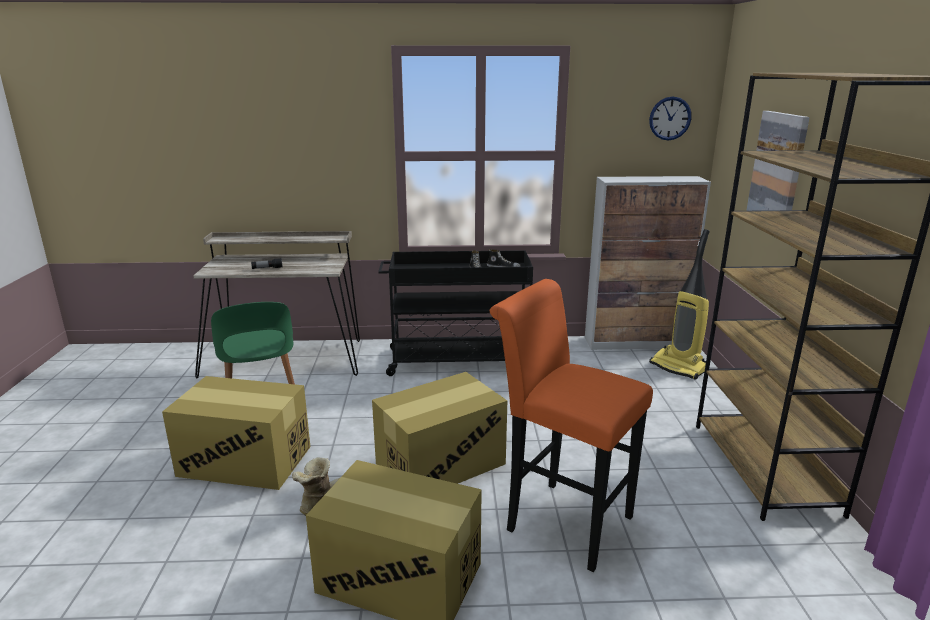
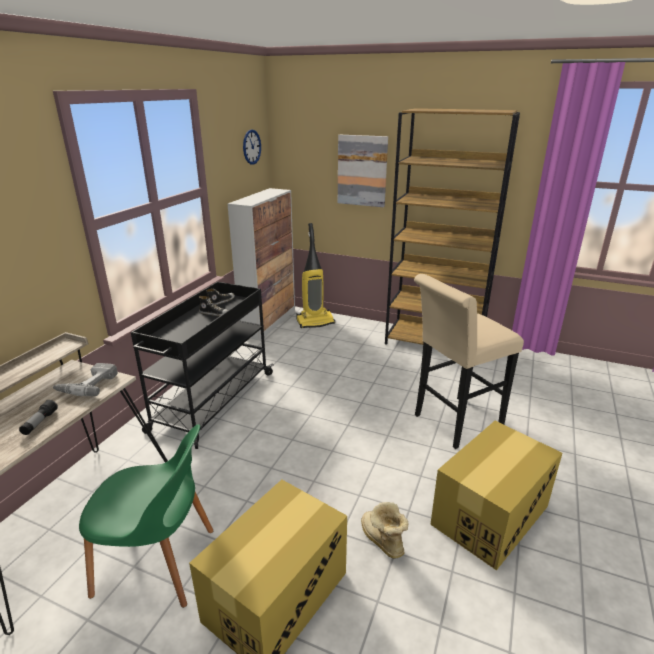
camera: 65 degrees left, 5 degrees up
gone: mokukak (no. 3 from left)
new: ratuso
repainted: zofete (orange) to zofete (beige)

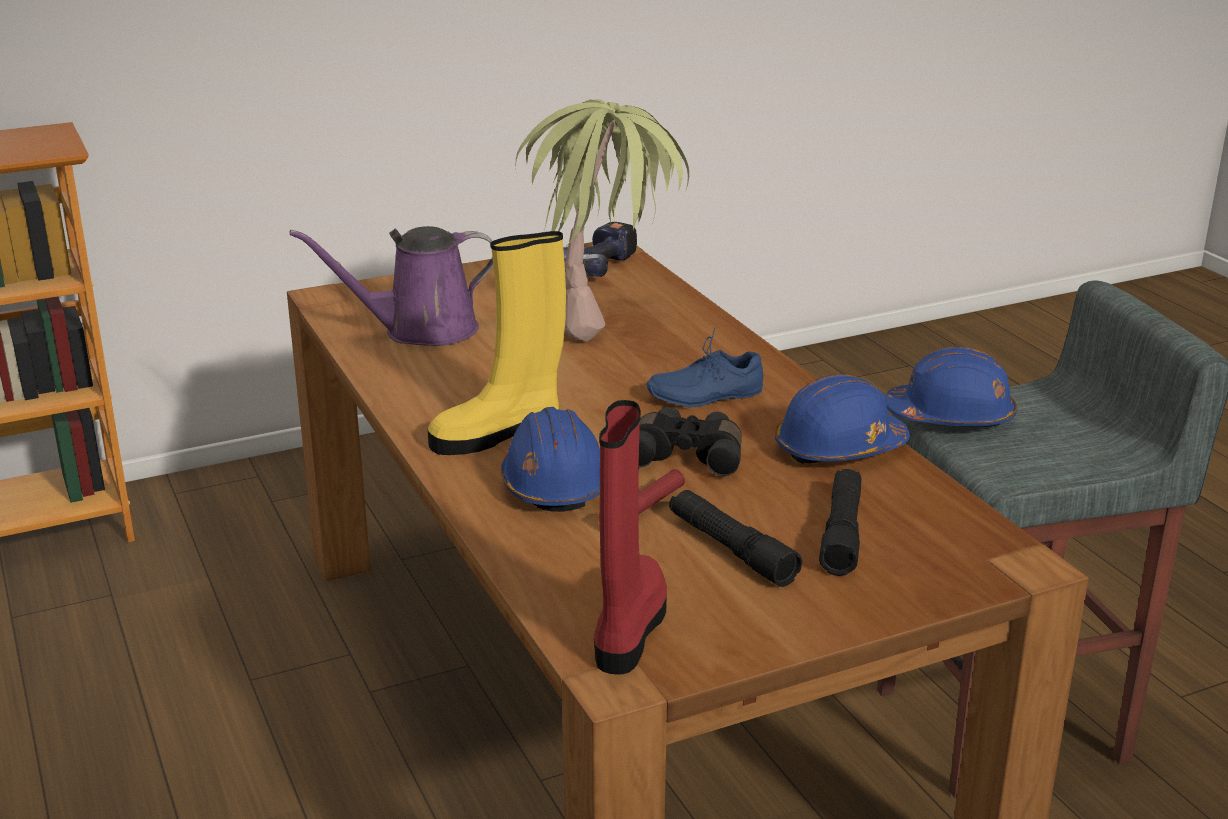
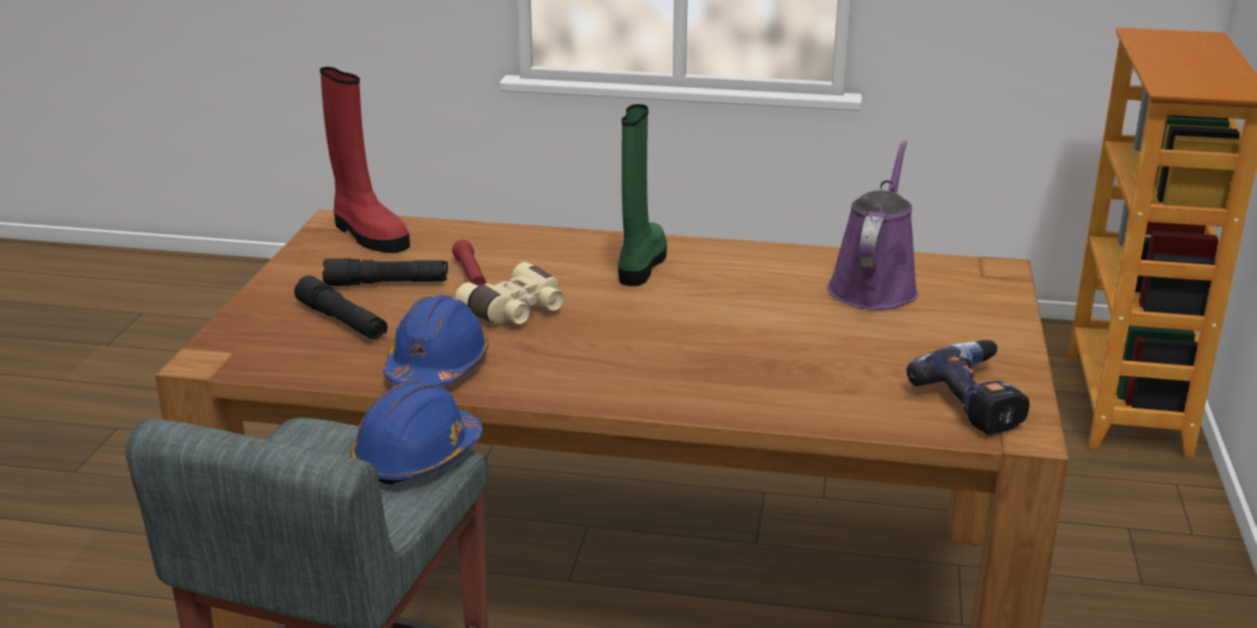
camera: 125 degrees right, 0 degrees up
gone: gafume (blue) (no. 1 from left); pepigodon; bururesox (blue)
repainted: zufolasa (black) to zufolasa (beige); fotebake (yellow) to fotebake (green)

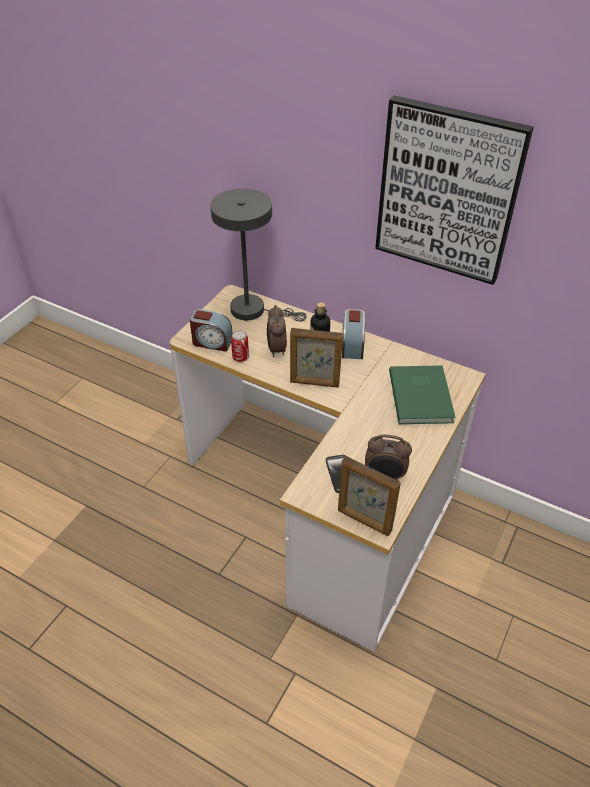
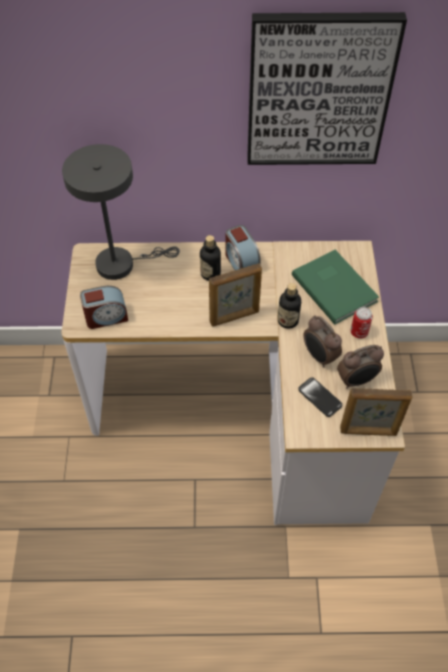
camera: 30 degrees left, 10 degrees up
new: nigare (no. 2 from left)
shifted: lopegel (no. 2 from left in the first image) to lopegel (no. 3 from left); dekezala

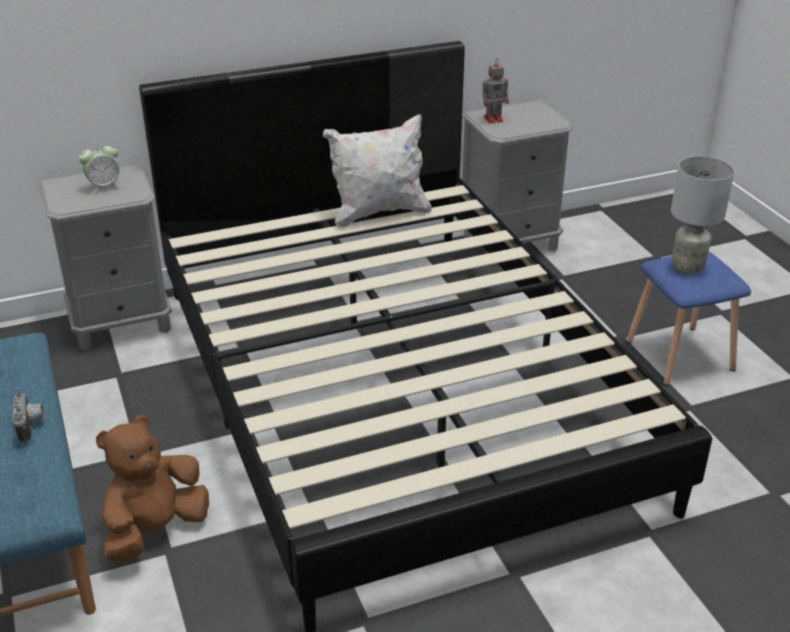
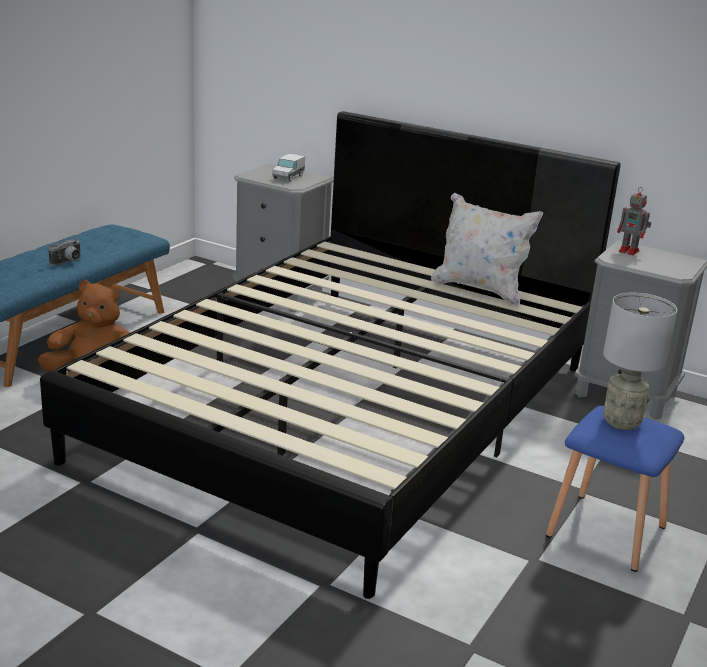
camera: 50 degrees right, 10 degrees down
swapped: lopegel to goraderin

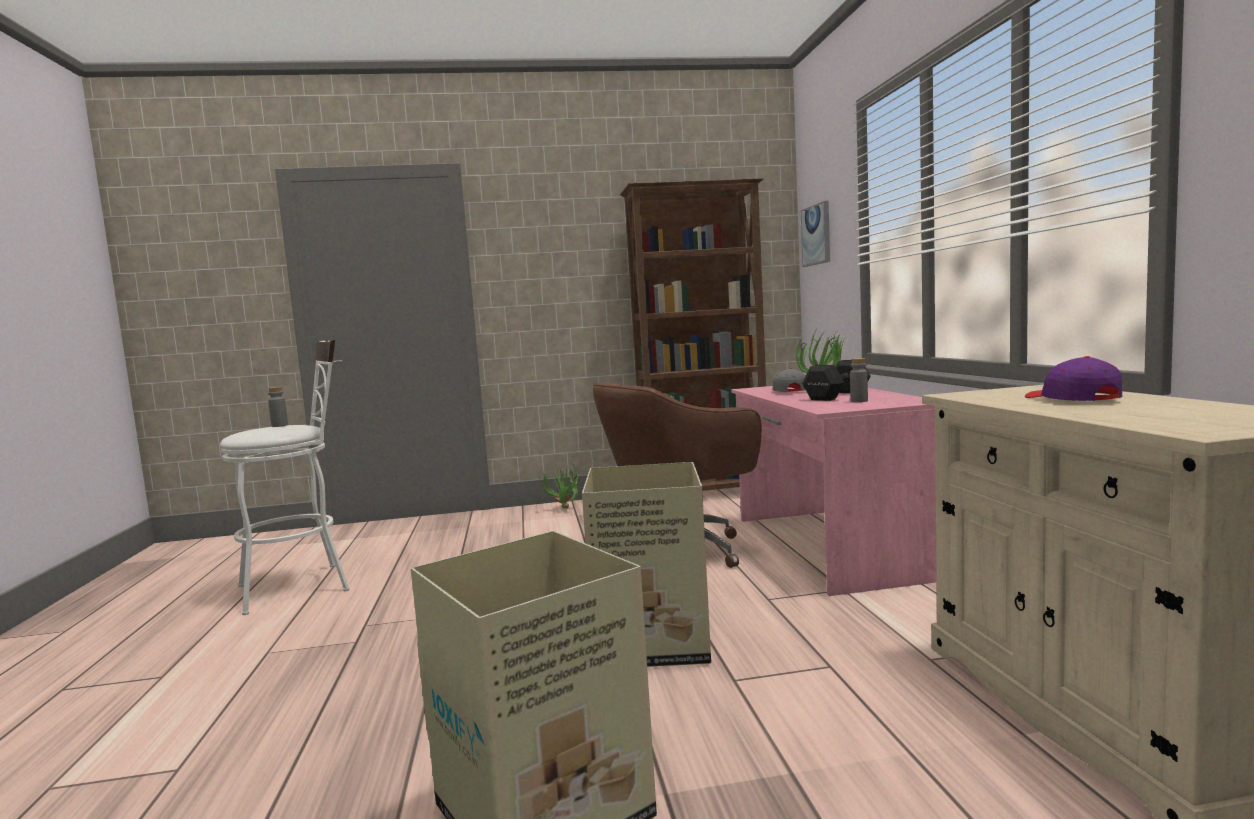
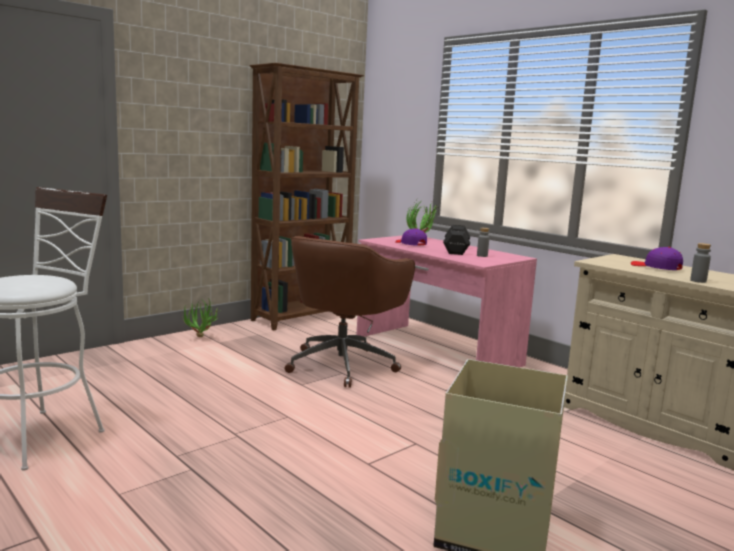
camera: 35 degrees left, 5 degrees up
gone: mokukak (no. 2 from left); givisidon
shifted: nigare (grey) (no. 1 from left in the first image) to nigare (grey) (no. 2 from left)
repainted: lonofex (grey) to lonofex (purple) (no. 1 from left)

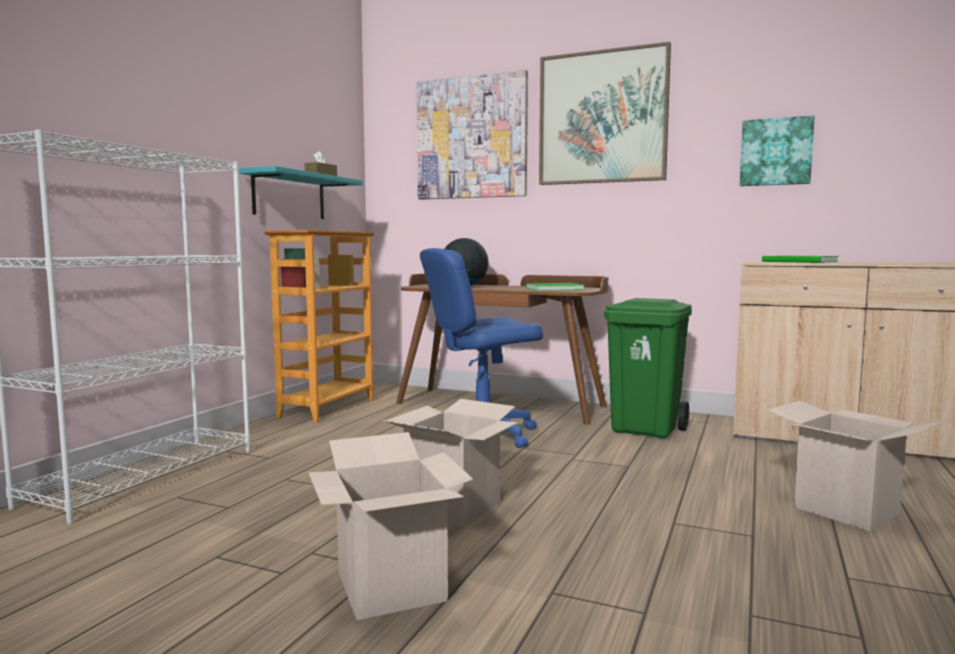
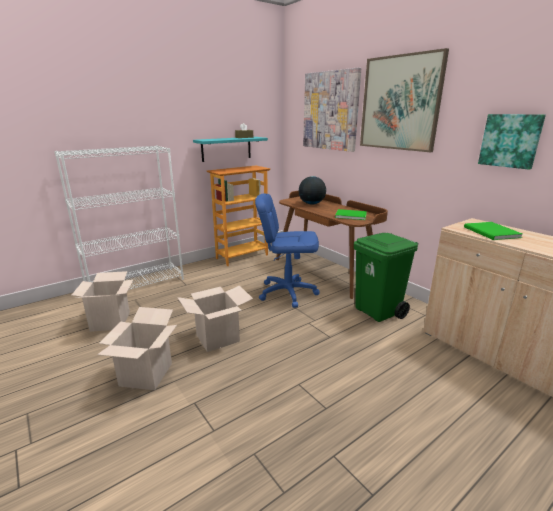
camera: 30 degrees right, 15 degrees up
shifted: mokukak (no. 3 from left in the first image) to mokukak (no. 1 from left)

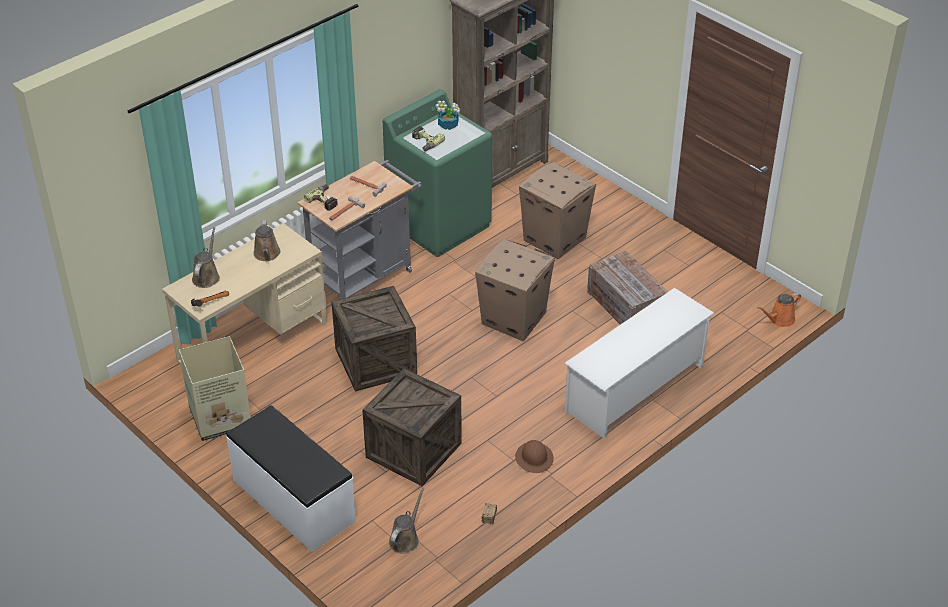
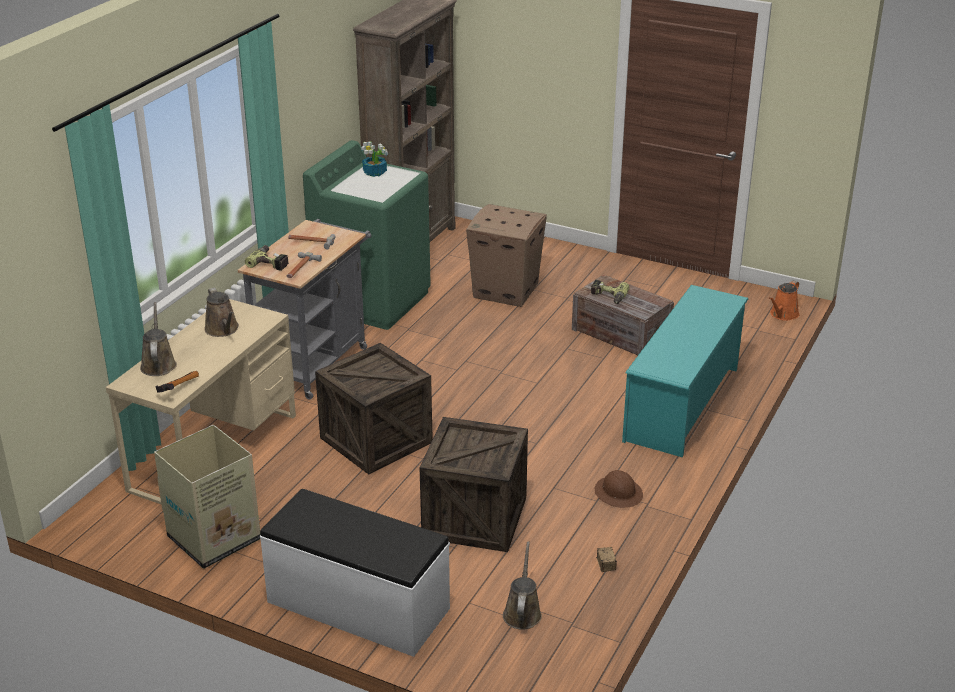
camera: 20 degrees left, 10 degrees down
gone: mokukak (no. 2 from left)
shifted: ratuso (no. 2 from left)
repainted: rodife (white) to rodife (turquoise)

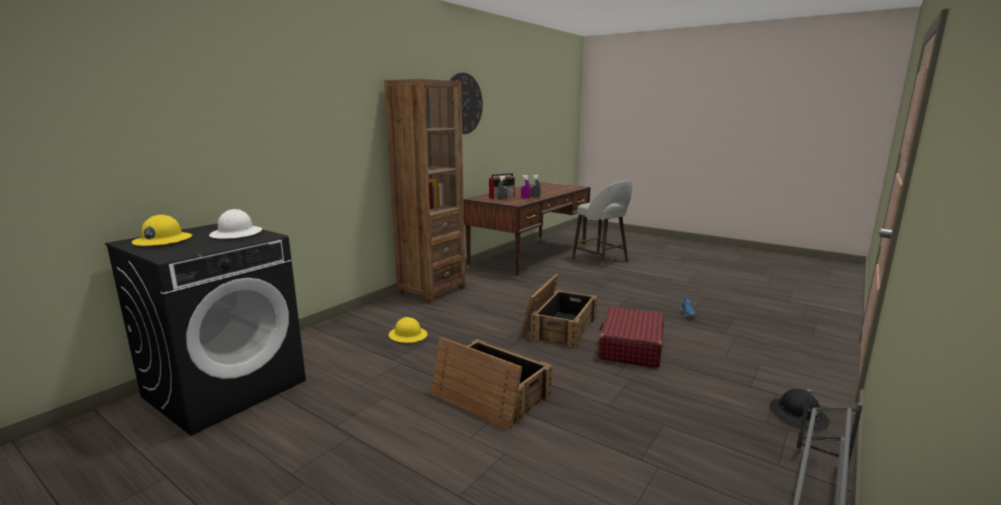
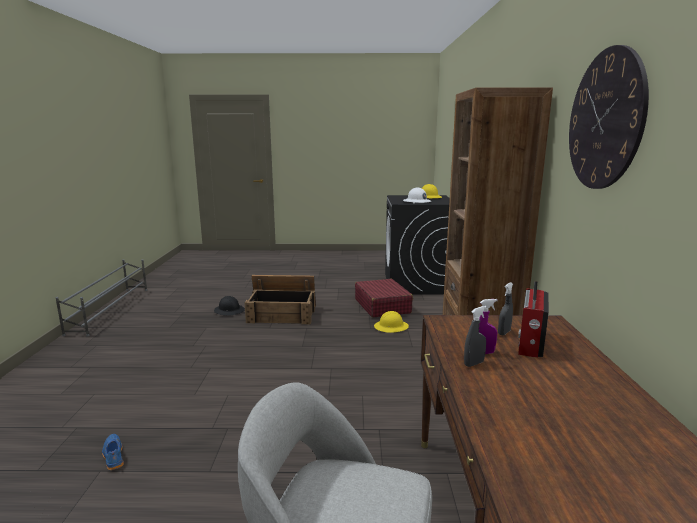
camera: 145 degrees right, 0 degrees up
gone: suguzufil (no. 2 from left)
shifted: gafume (black); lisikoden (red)

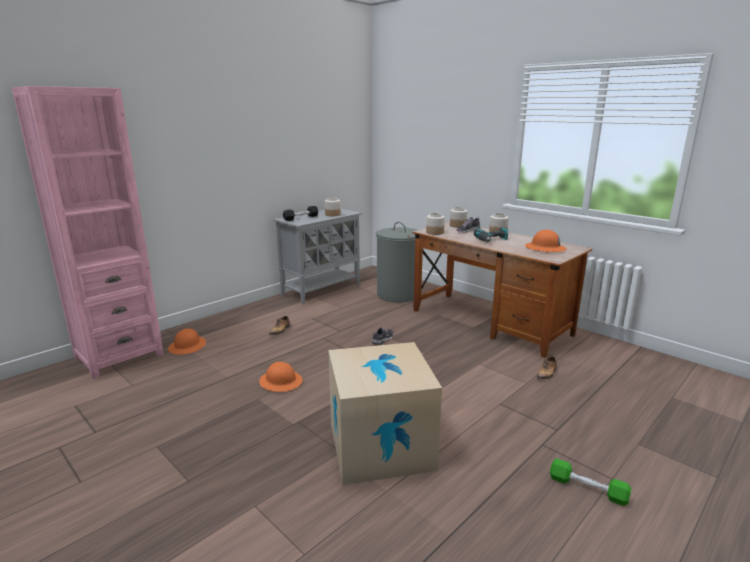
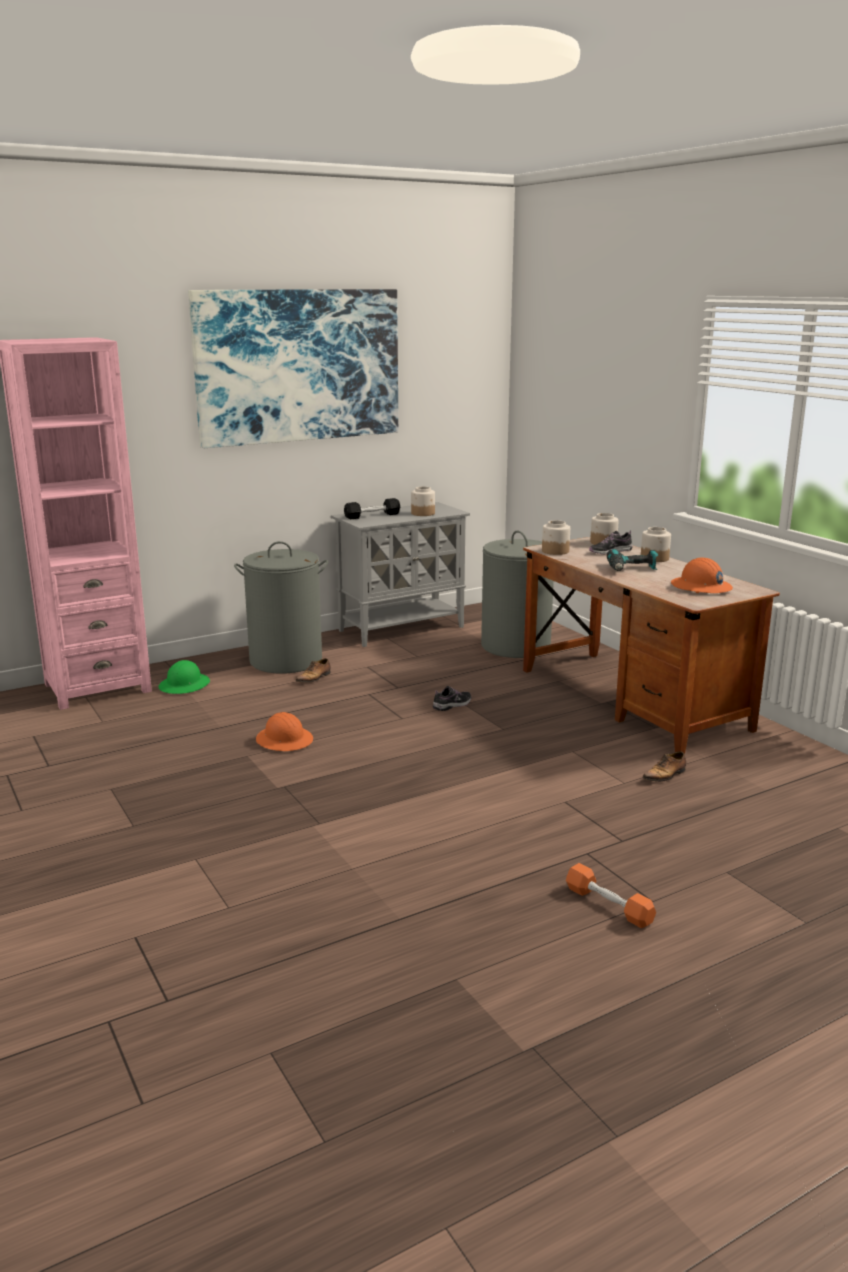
camera: 15 degrees right, 0 degrees up
gone: mokukak
new: givisidon; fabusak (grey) (no. 1 from left)
repainted: gafume (orange) (no. 1 from left) to gafume (green); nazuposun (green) to nazuposun (orange)

